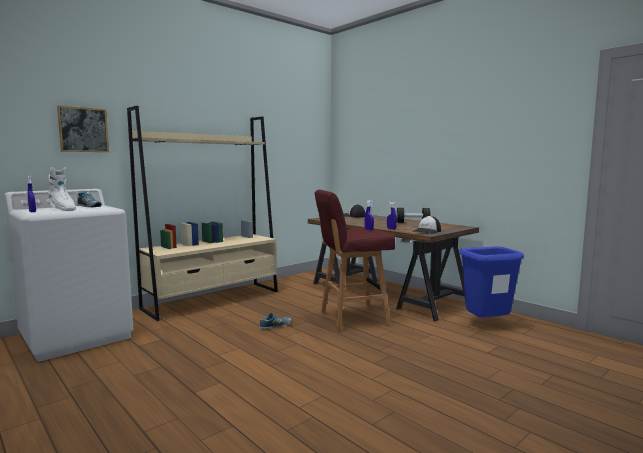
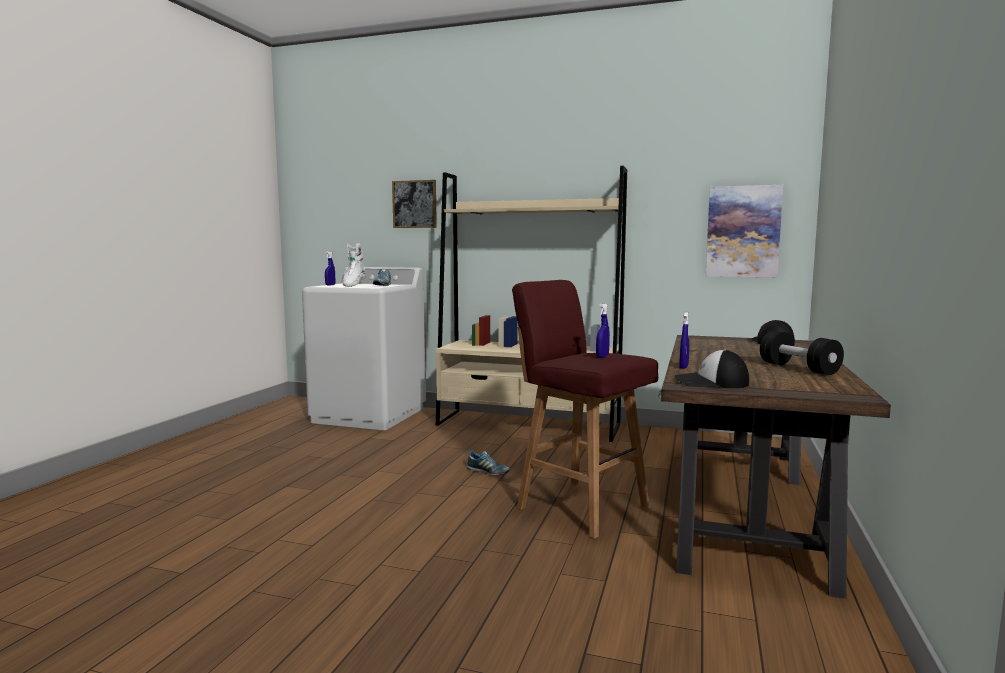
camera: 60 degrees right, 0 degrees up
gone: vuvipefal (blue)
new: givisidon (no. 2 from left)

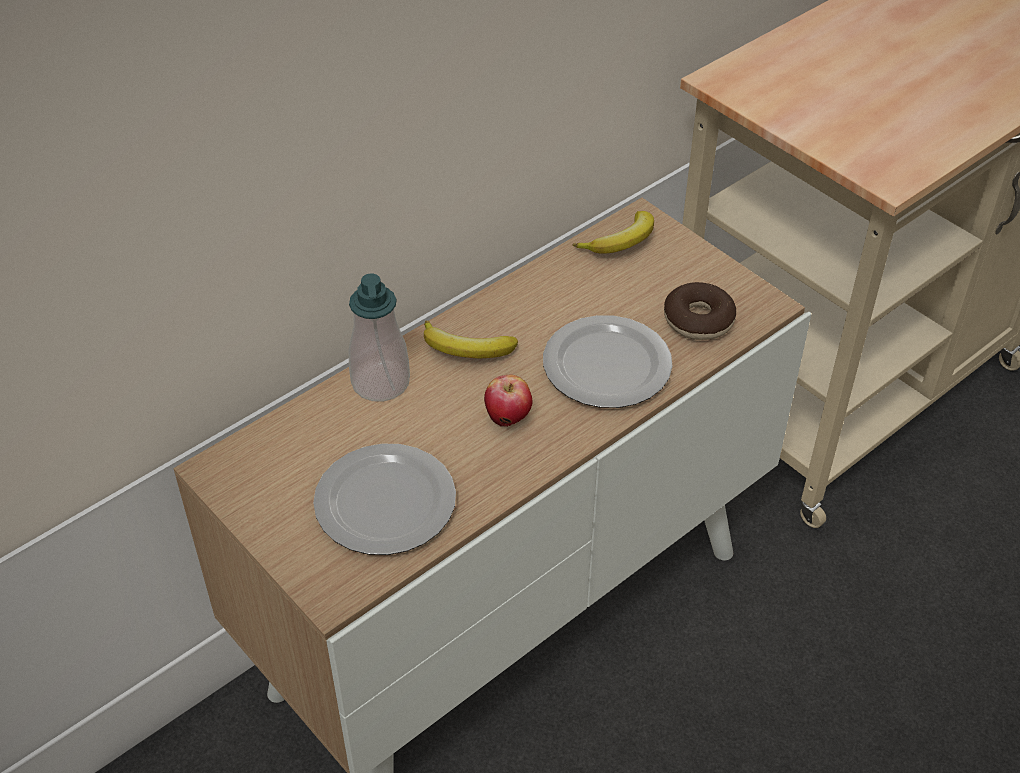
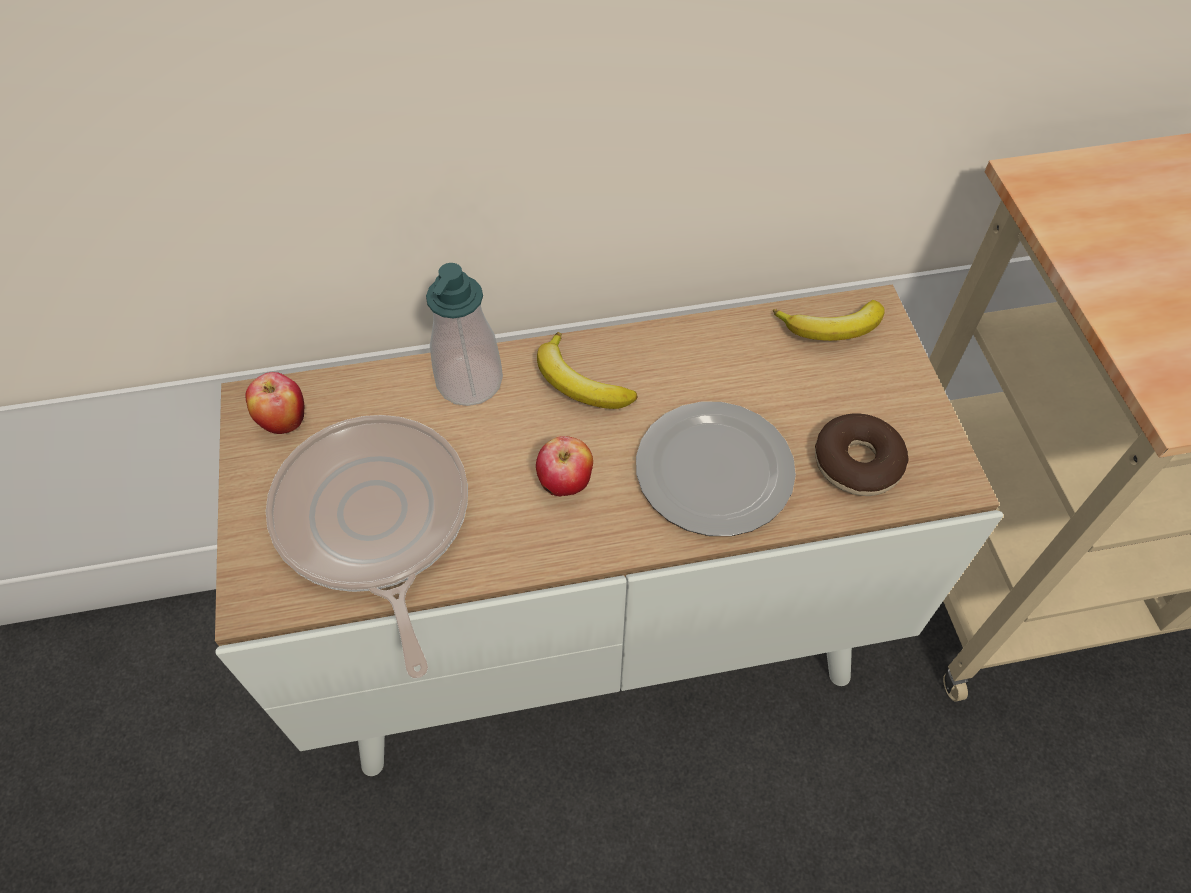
camera: 30 degrees right, 10 degrees up
new: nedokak (no. 1 from left)
swapped: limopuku (no. 1 from left) to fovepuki

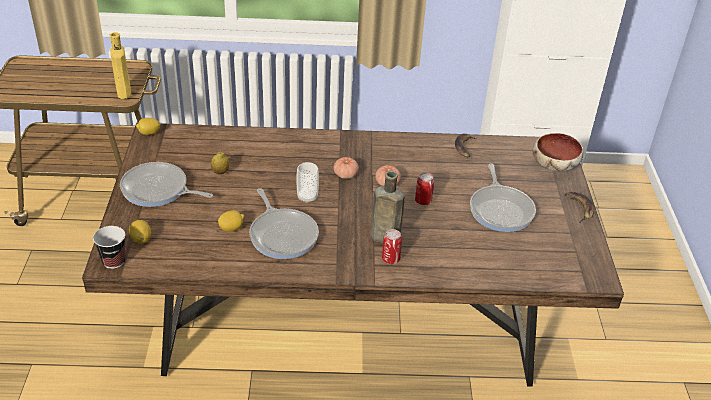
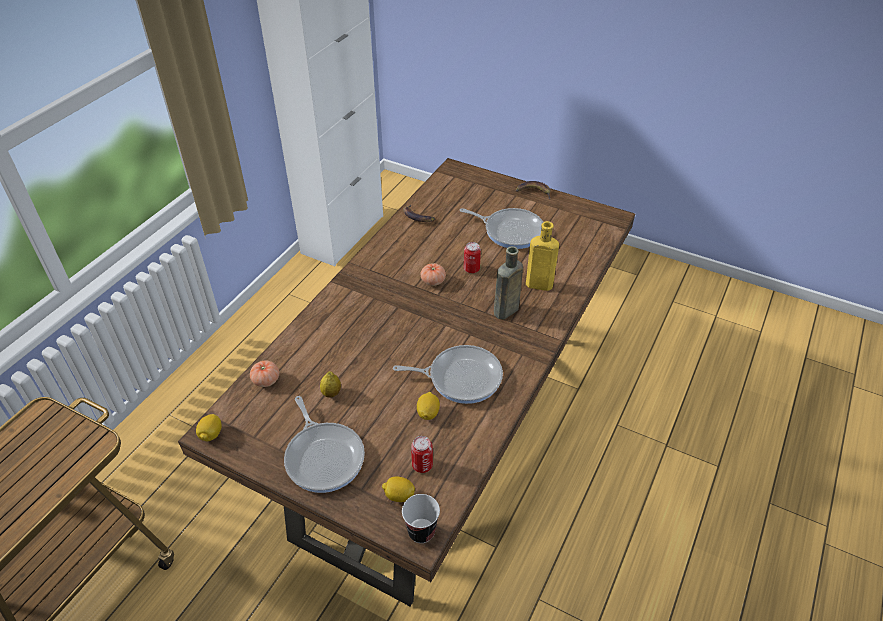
camera: 60 degrees left, 5 degrees up
gone: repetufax (no. 2 from left); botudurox
shifted: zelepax (no. 1 from left); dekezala (no. 1 from left); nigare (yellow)
rotated: fovepuki (no. 1 from left) 75 degrees counterclockwise

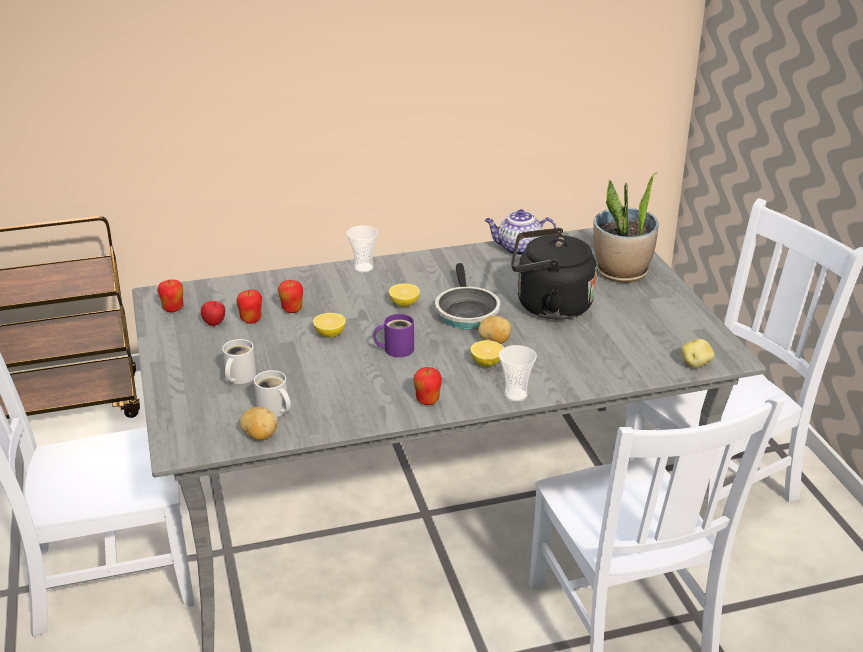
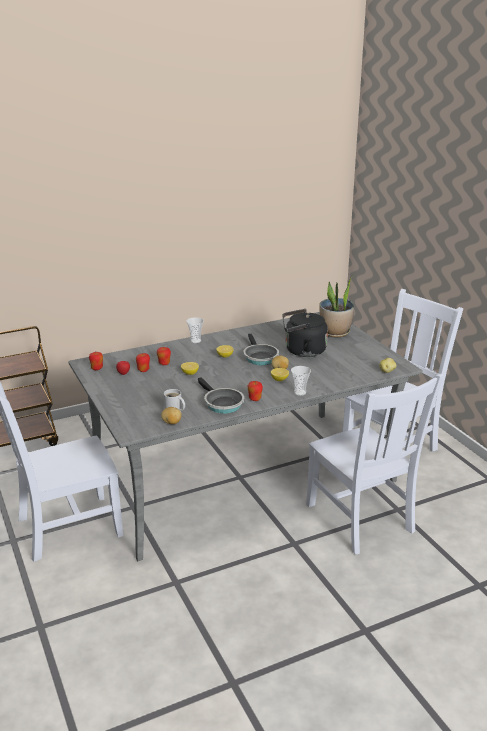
camera: 10 degrees left, 5 degrees down
gone: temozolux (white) (no. 1 from left); temozolux (purple); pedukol
new: fovepuki (no. 1 from left)

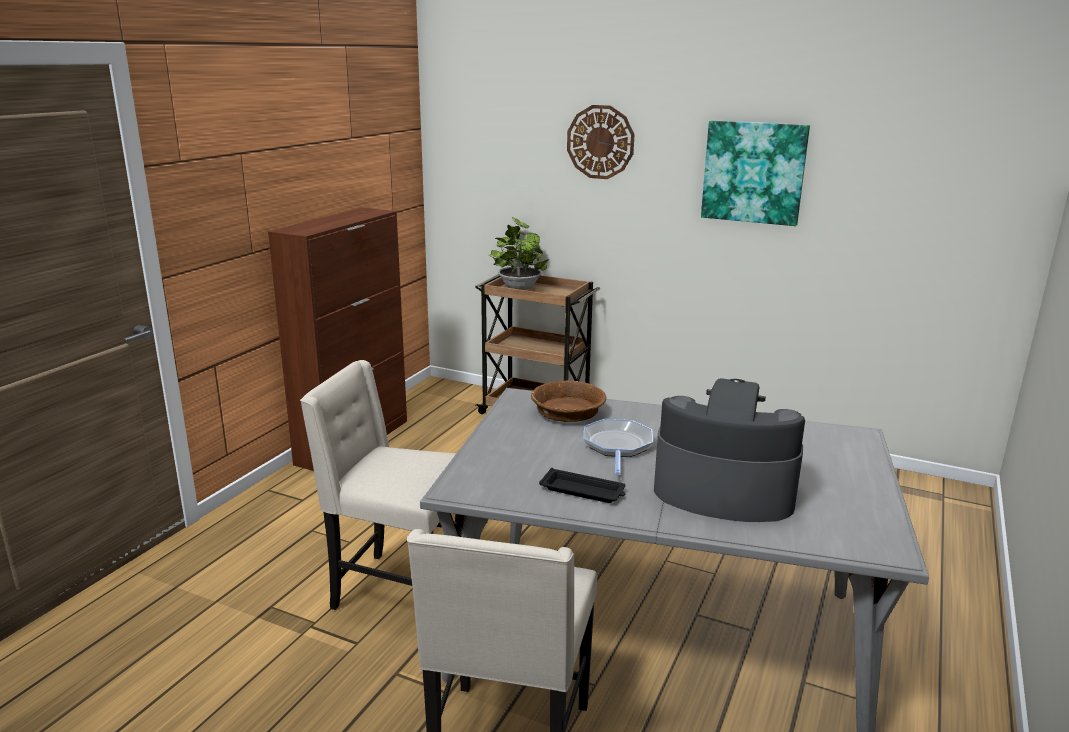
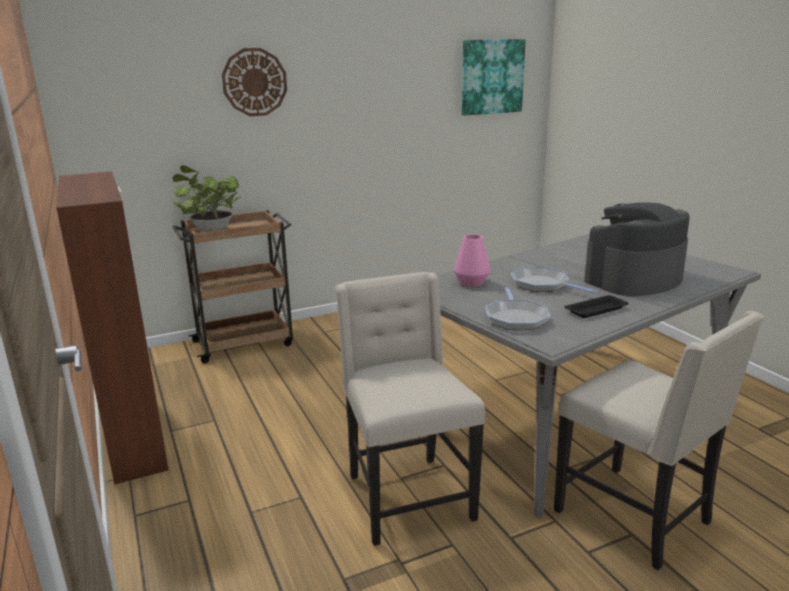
camera: 50 degrees left, 0 degrees up
new: fovepuki (no. 1 from left)
shifted: givisidon
swapped: botudurox (brown) to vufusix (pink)
rotated: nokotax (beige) (no. 1 from left) 105 degrees clockwise

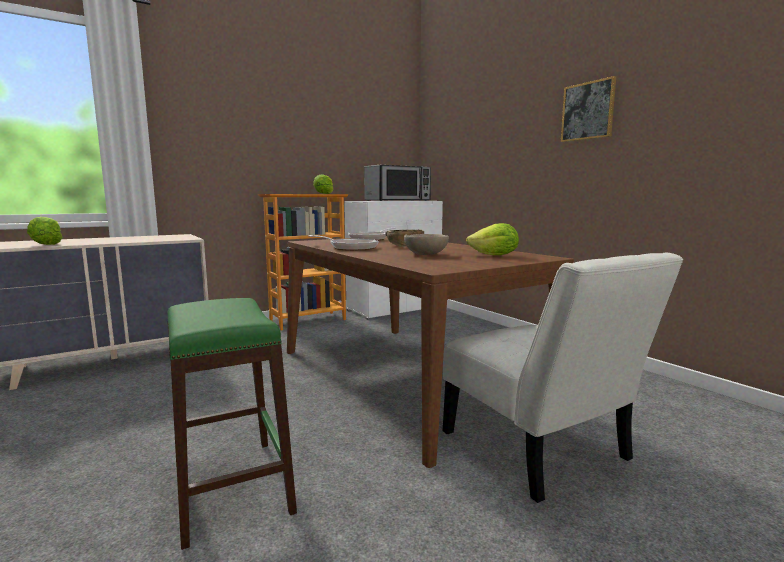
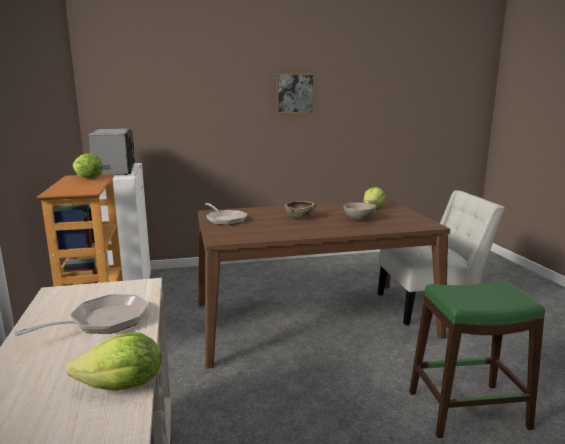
camera: 70 degrees left, 5 degrees up
shifted: fovepuki (no. 1 from left)

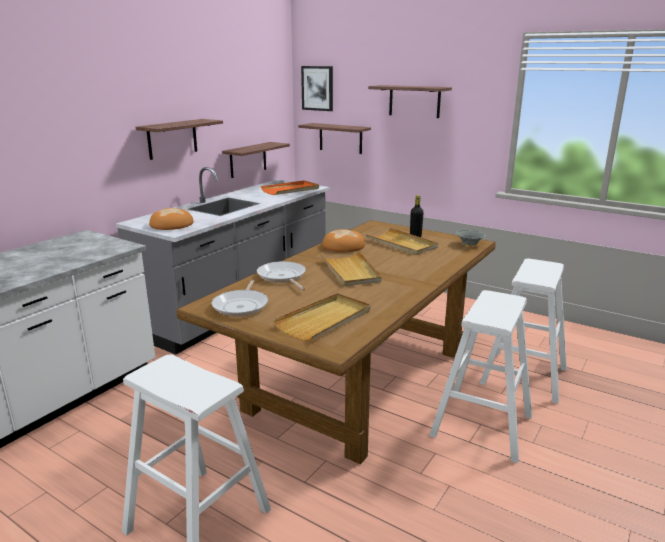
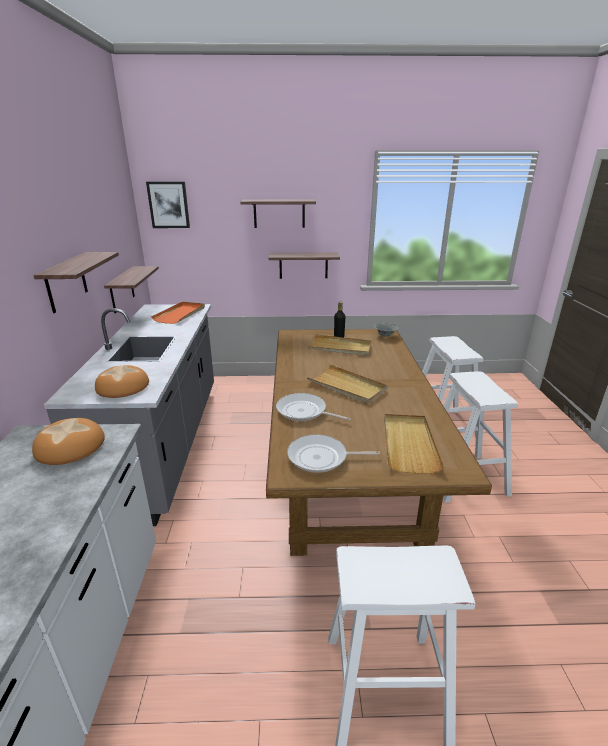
camera: 35 degrees left, 5 degrees up
shifted: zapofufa (no. 2 from left in the first image) to zapofufa (no. 1 from left); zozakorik (no. 3 from left in the first image) to zozakorik (no. 4 from left)
rotated: fovepuki (no. 1 from left in the first image) 120 degrees clockwise

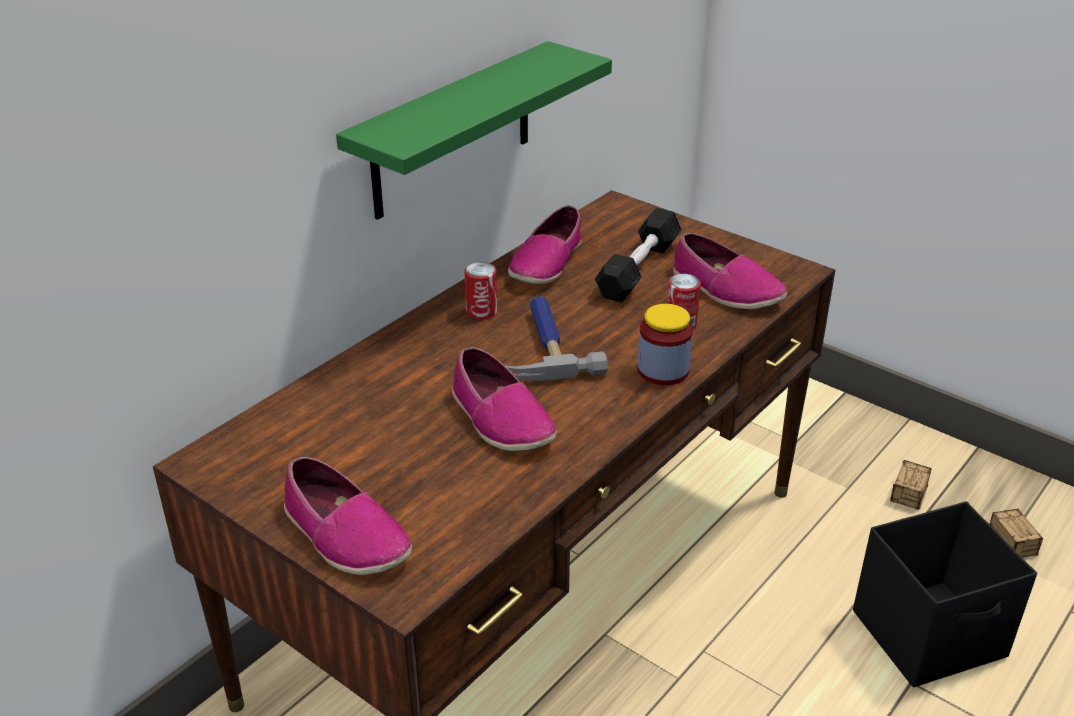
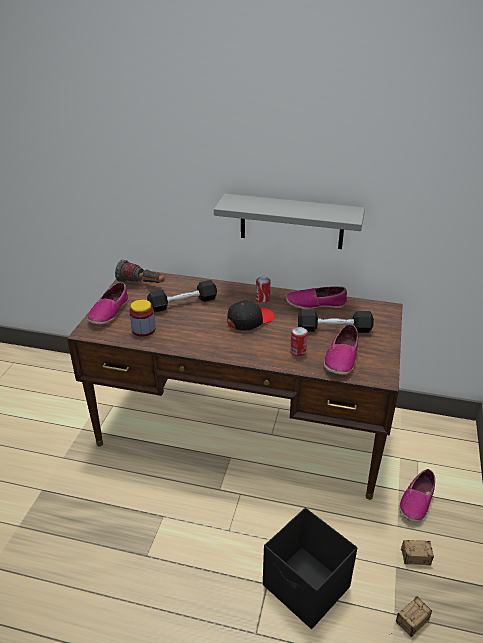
camera: 65 degrees right, 0 degrees up
new: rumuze; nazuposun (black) (no. 1 from left)
shifted: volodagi; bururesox (no. 2 from left in the first image) to bururesox (no. 4 from left)
swapped: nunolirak to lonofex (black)
repainted: zozakorik (green) to zozakorik (grey)

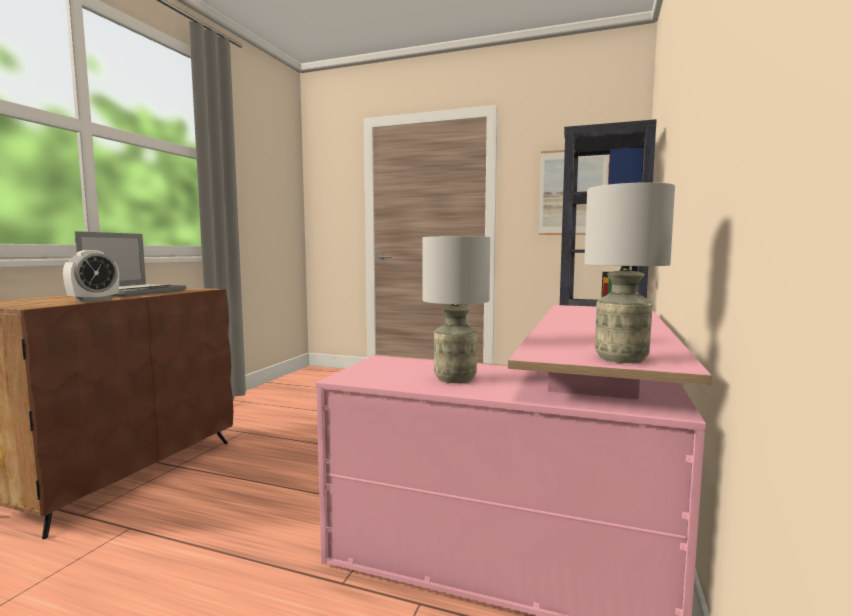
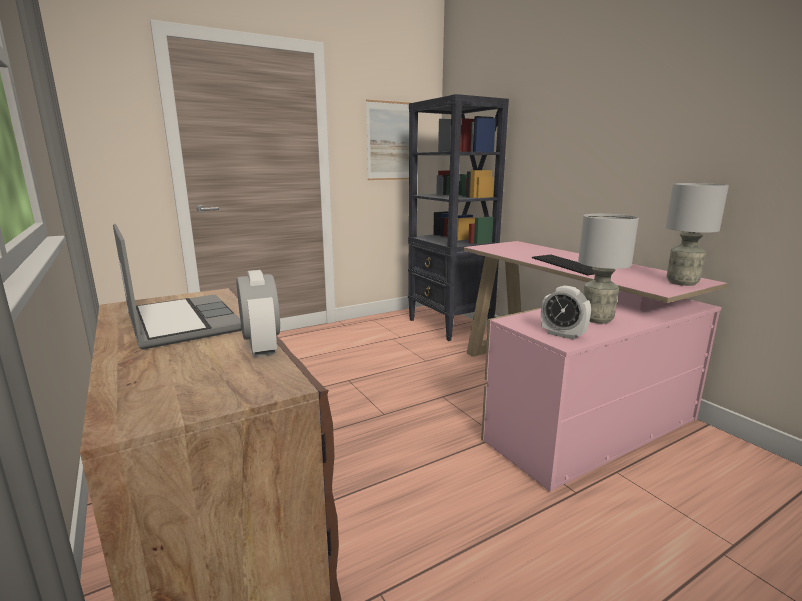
camera: 50 degrees left, 10 degrees up
new: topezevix; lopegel (no. 2 from left)

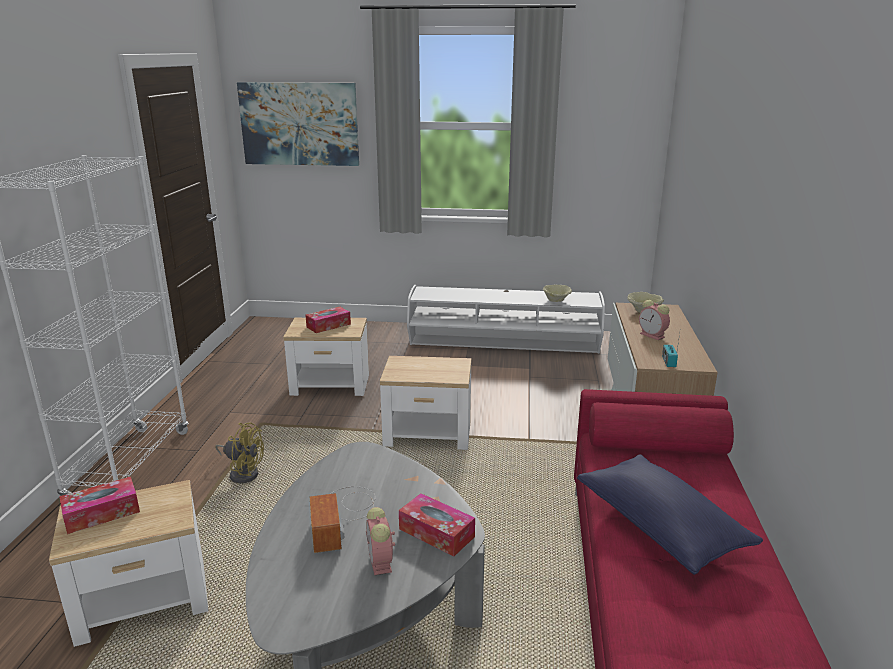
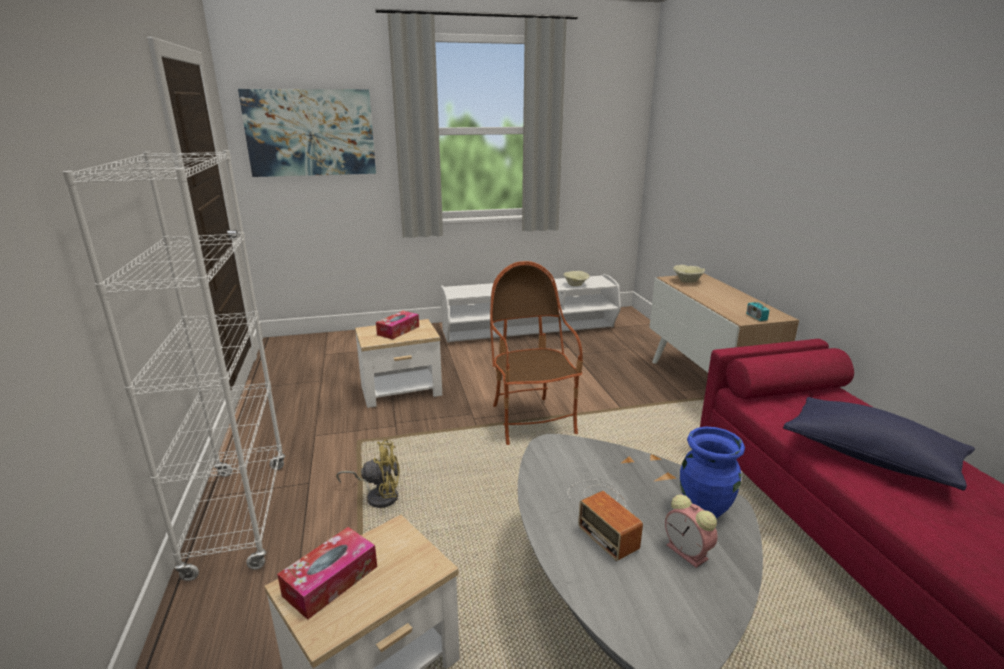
camera: 20 degrees left, 0 degrees up
gone: lopegel (no. 2 from left)
swapped: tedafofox (no. 3 from left) to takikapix; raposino (no. 3 from left) to vufusix (blue)

